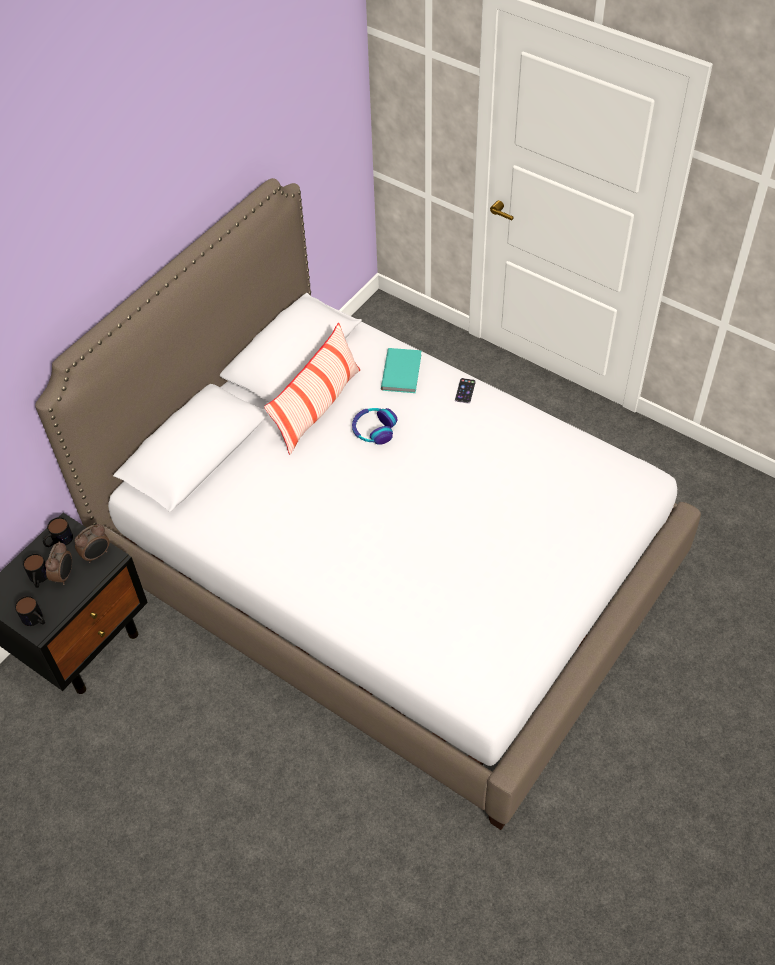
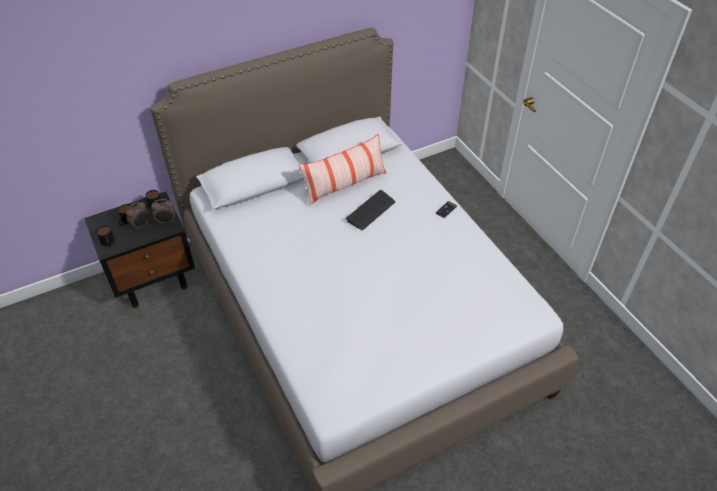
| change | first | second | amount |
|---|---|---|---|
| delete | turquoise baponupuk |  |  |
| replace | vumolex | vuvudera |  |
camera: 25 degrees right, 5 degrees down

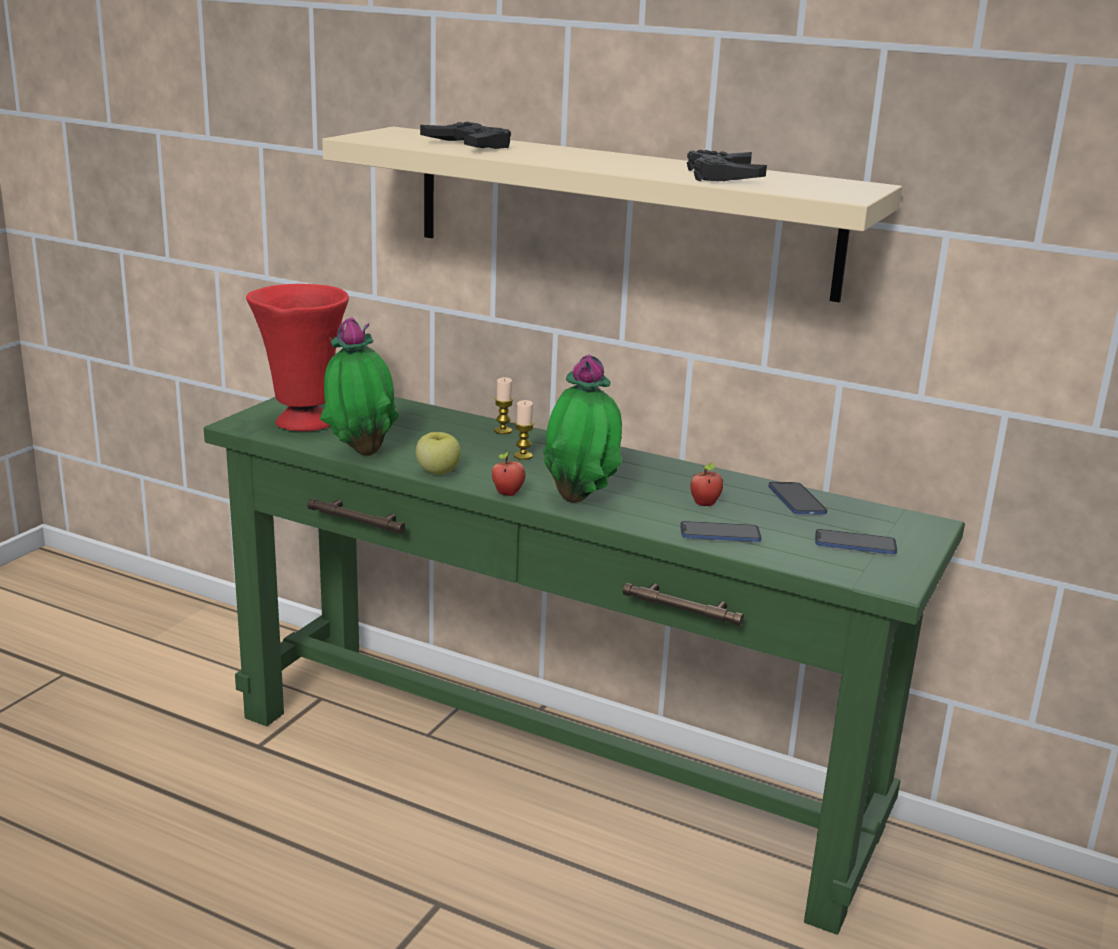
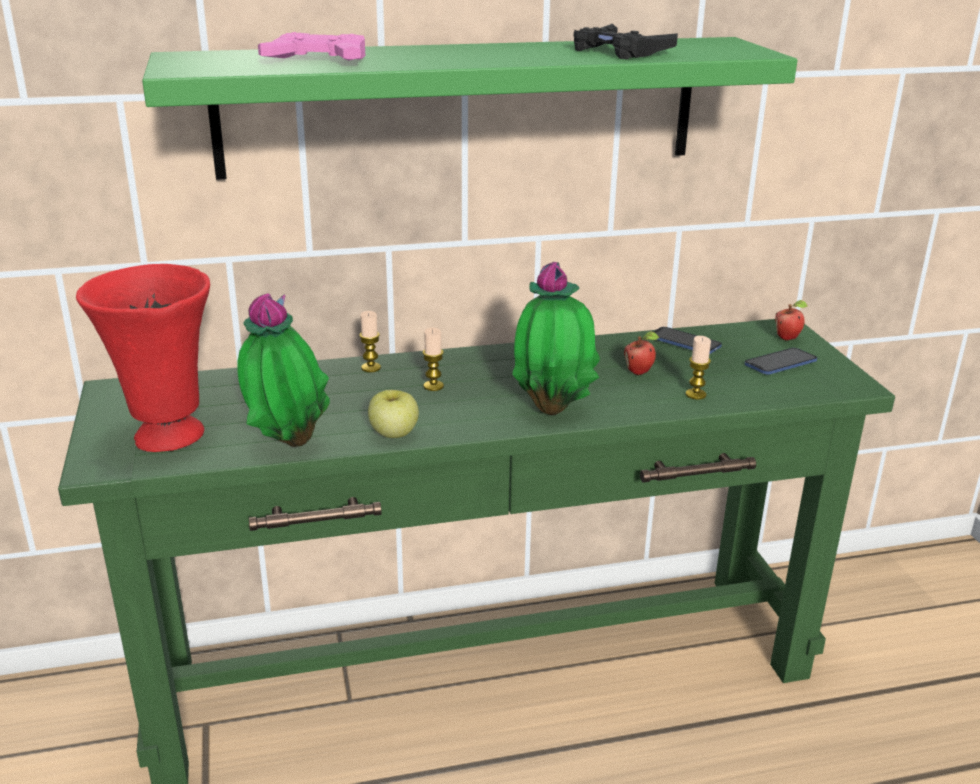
| change | first | second | amount |
|---|---|---|---|
| move | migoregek (2nd from left in the first image) | migoregek (3rd from left) |  |
| replace | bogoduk (1st from left) | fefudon (3rd from left) |  |
| recolor | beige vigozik | green vigozik |  |
| recolor | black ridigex (1st from left) | pink ridigex |  |
camera: 40 degrees left, 5 degrees up

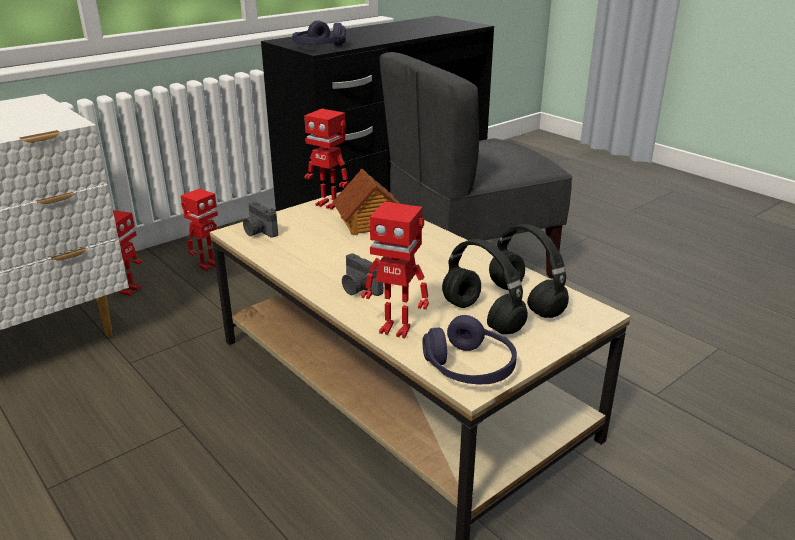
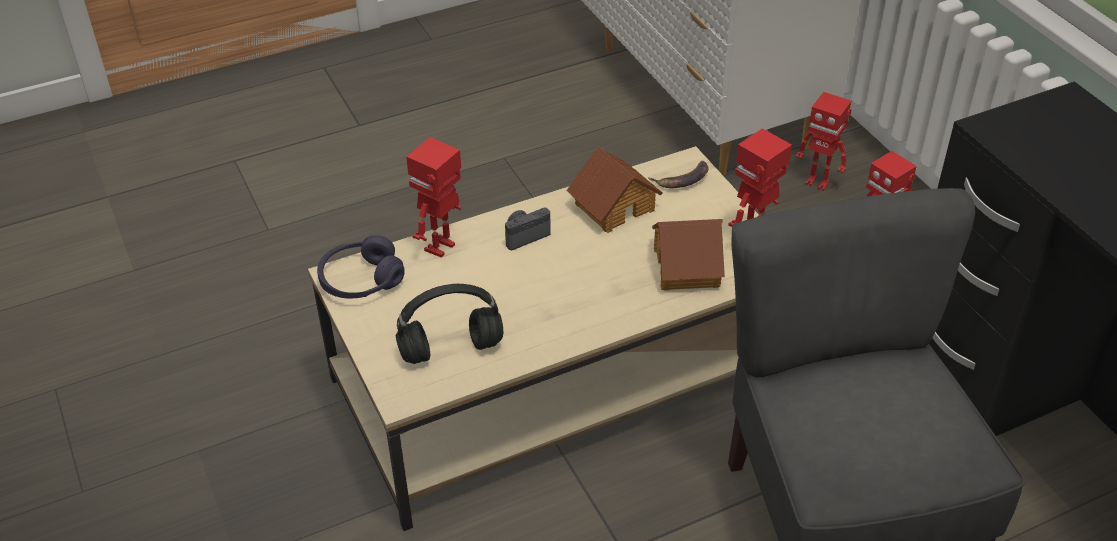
| change | first | second | amount |
|---|---|---|---|
| delete | purple vumolex (1st from left) |  |  |
| delete | black vumolex (1st from left) |  |  |
| insert |  | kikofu (1st from left) |  |
| replace | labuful (1st from left) | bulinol |  |
camera: 105 degrees right, 15 degrees up

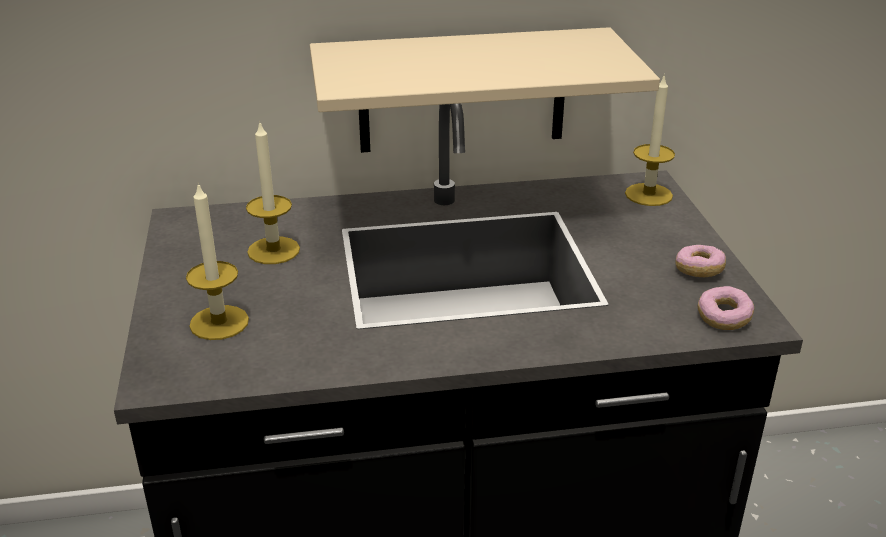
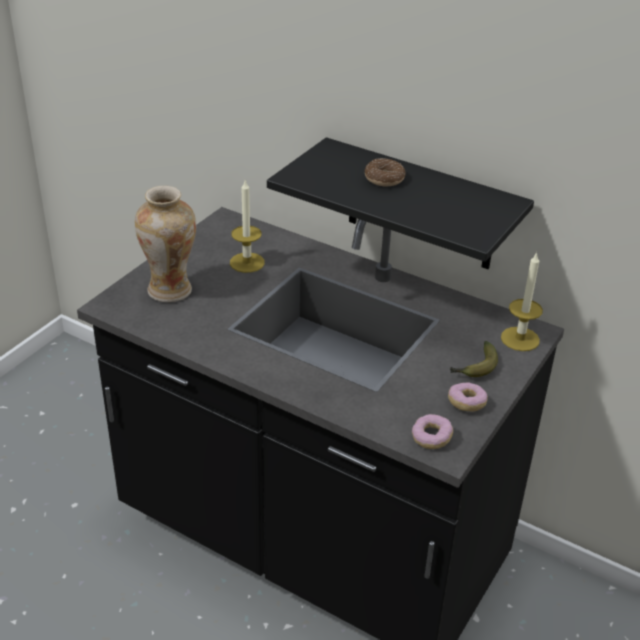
| change | first | second | amount |
|---|---|---|---|
| insert |  | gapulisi (1st from left) |  |
| insert |  | bulinol |  |
| replace | fefudon (1st from left) | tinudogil |  |
| recolor | beige vigozik | black vigozik |  |
camera: 40 degrees right, 5 degrees up

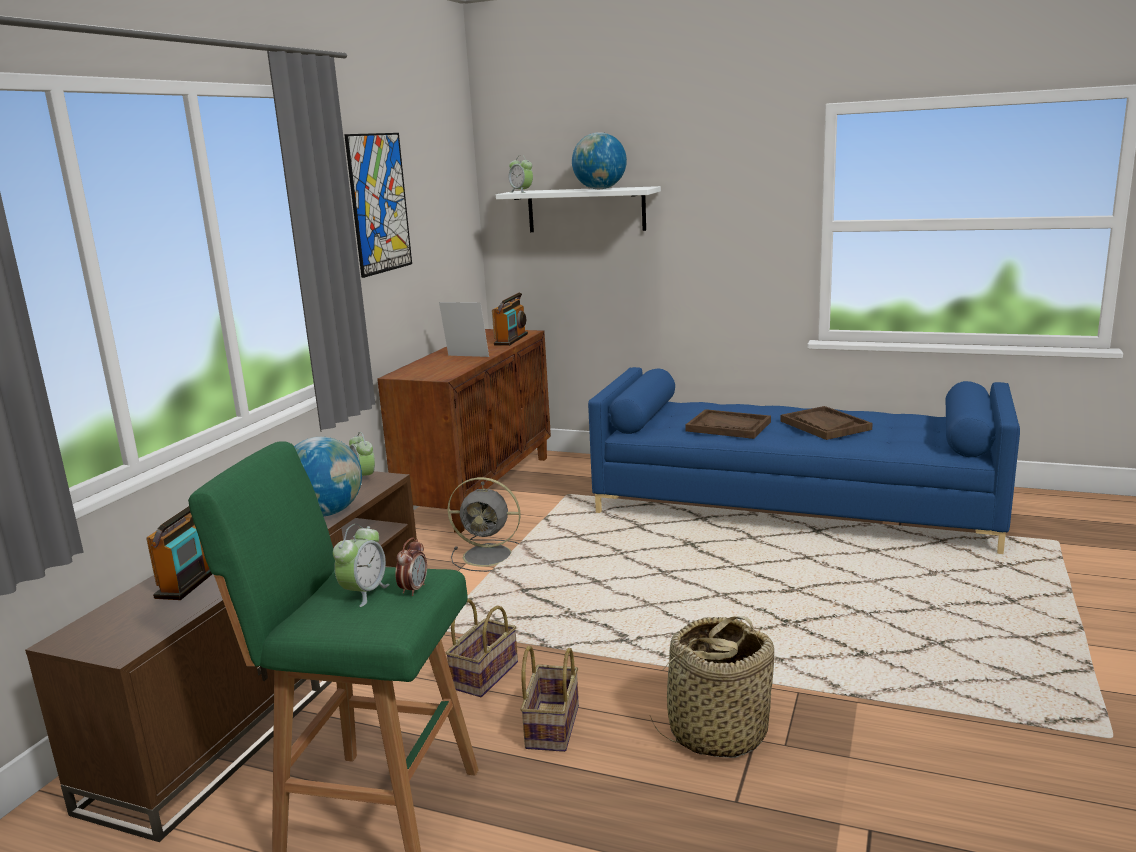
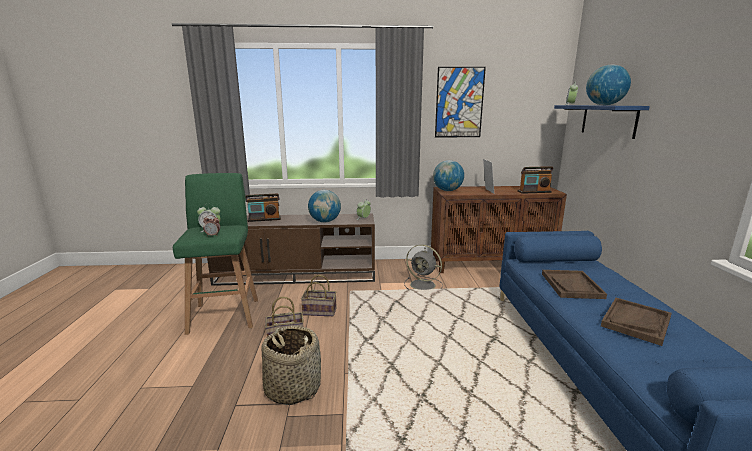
| change | first | second | amount |
|---|---|---|---|
| insert |  | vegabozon (2nd from left) |  |
| recolor | white vigozik | blue vigozik |  |
| rotate | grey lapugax |  | 45 degrees counterclockwise |
camera: 65 degrees right, 0 degrees up

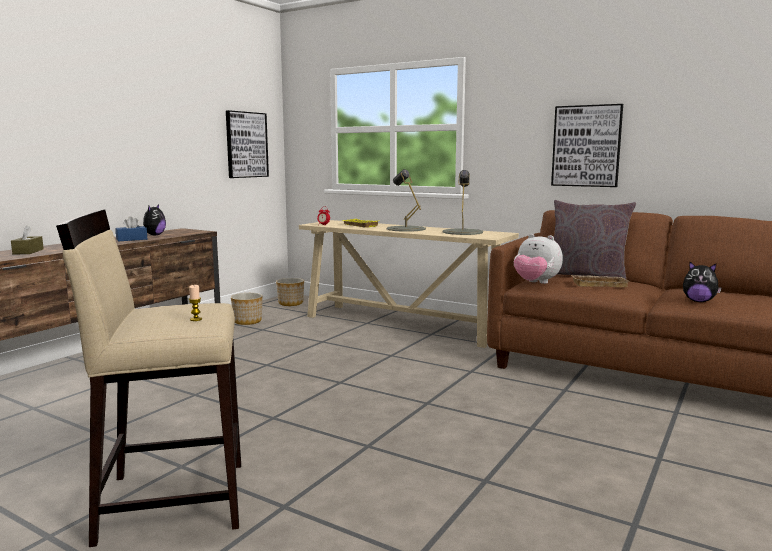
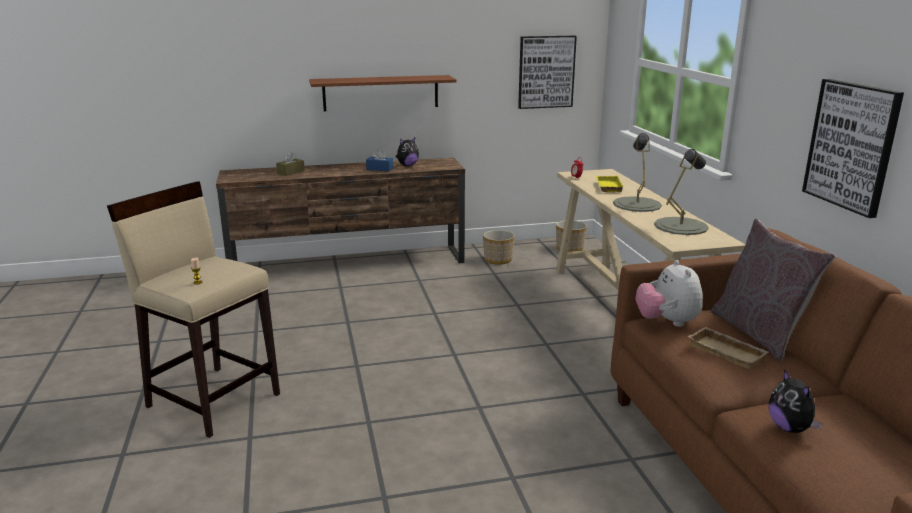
| change | first | second | amount |
|---|---|---|---|
| insert |  | brown vigozik |  |
camera: 45 degrees right, 10 degrees up

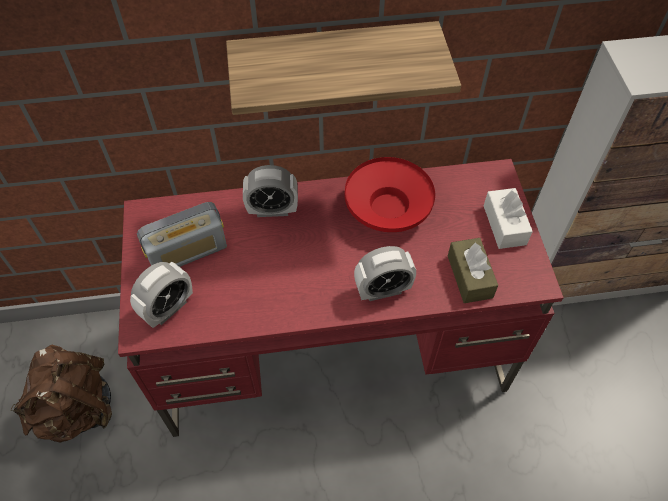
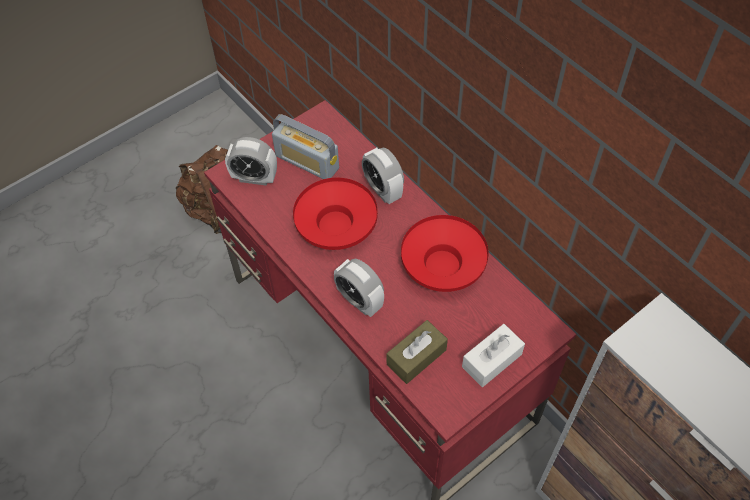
| change | first | second | amount |
|---|---|---|---|
| delete | vigozik |  |  |
| insert |  | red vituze (1st from left) |  |
camera: 60 degrees right, 0 degrees up

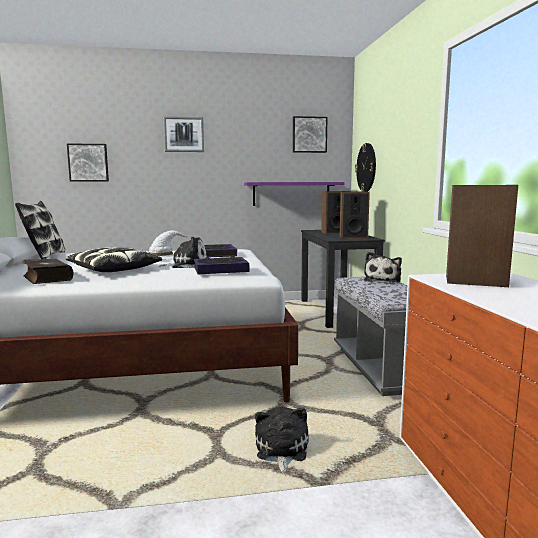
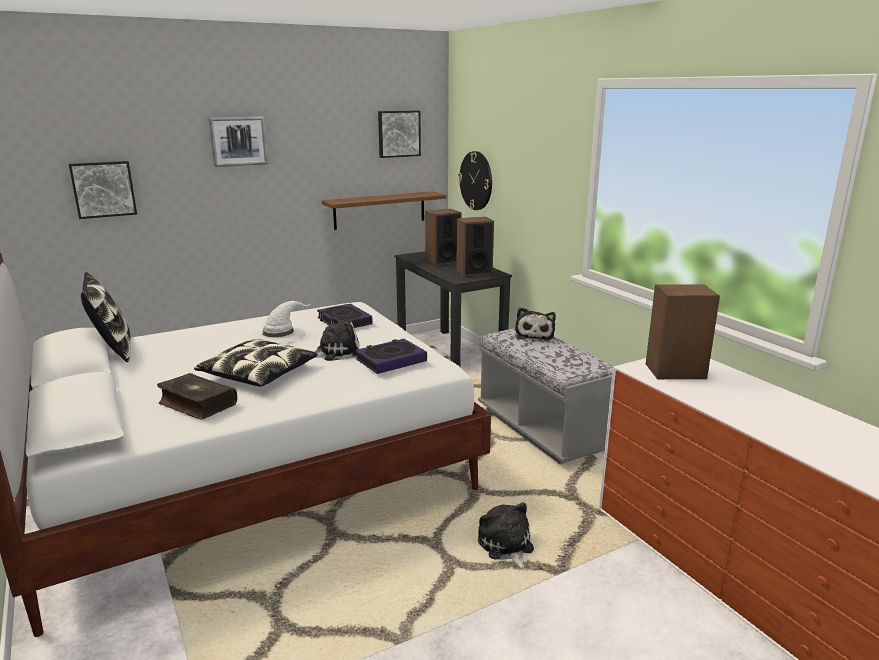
| change | first | second | amount |
|---|---|---|---|
| recolor | purple vigozik | brown vigozik |  |
camera: 20 degrees left, 10 degrees up

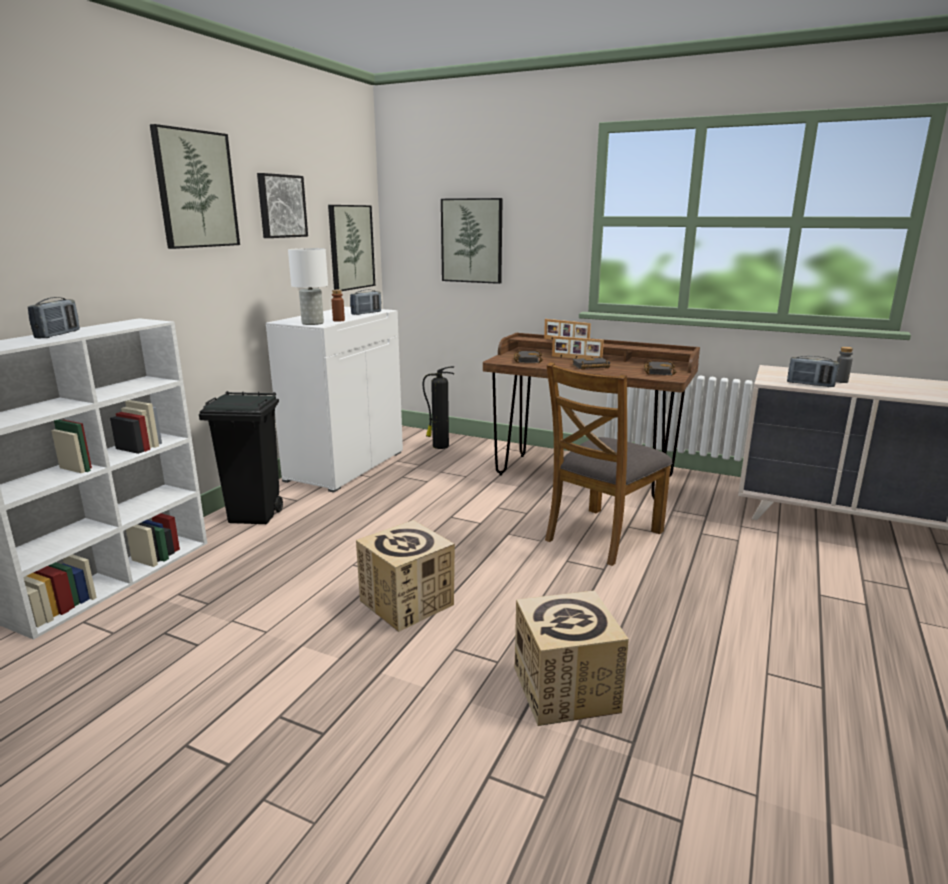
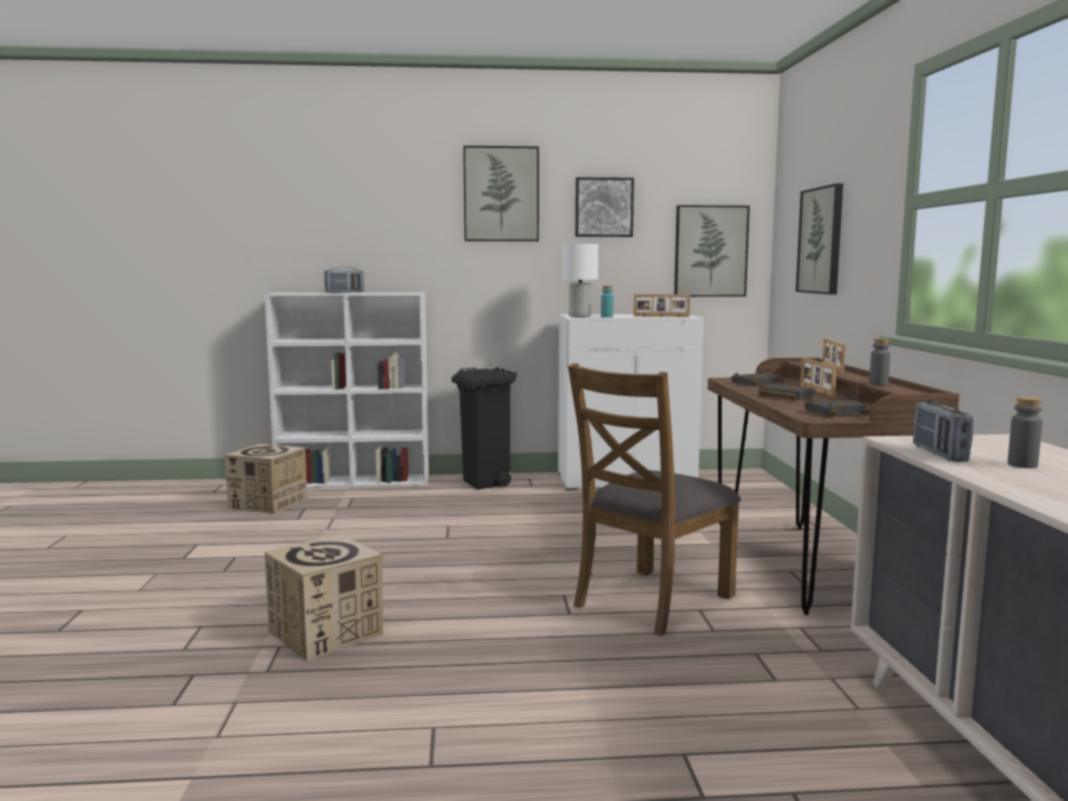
| change | first | second | amount |
|---|---|---|---|
| delete | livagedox |  |  |
| insert |  | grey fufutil (1st from left) |  |
| move | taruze (1st from left) |  |  |
| replace | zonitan (2nd from left) | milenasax (1st from left) |  |
| recolor | brown fufutil | turquoise fufutil |  |
| rotate | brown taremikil |  | 60 degrees counterclockwise |
camera: 60 degrees right, 10 degrees down

